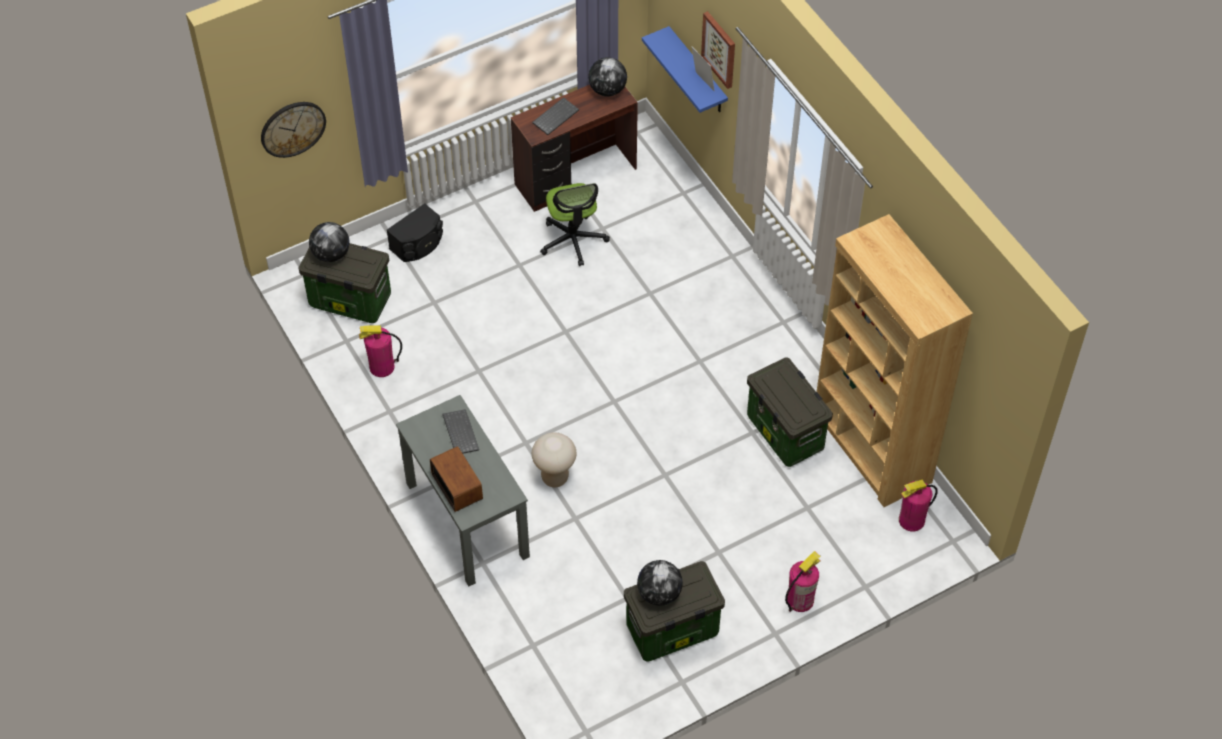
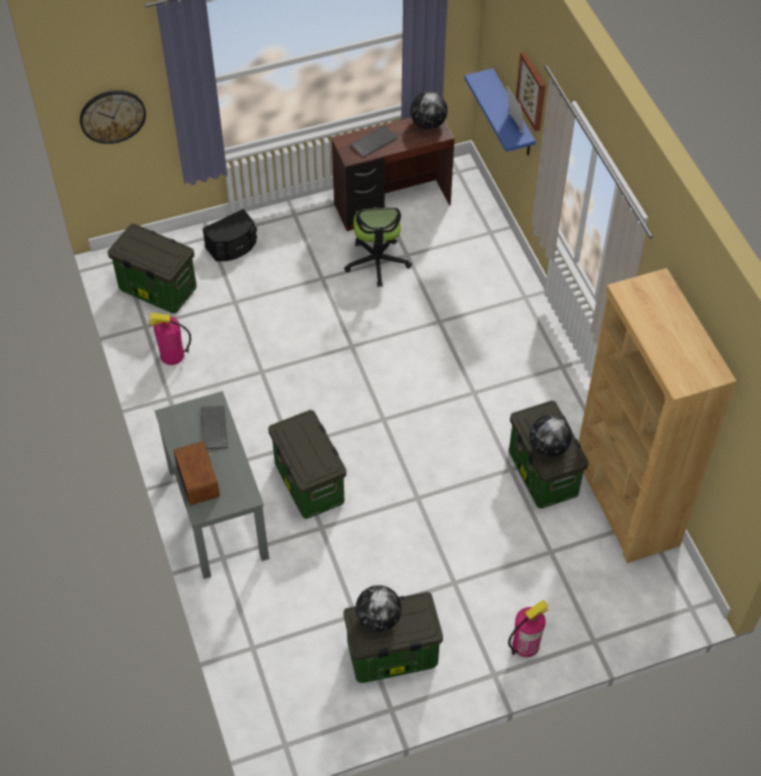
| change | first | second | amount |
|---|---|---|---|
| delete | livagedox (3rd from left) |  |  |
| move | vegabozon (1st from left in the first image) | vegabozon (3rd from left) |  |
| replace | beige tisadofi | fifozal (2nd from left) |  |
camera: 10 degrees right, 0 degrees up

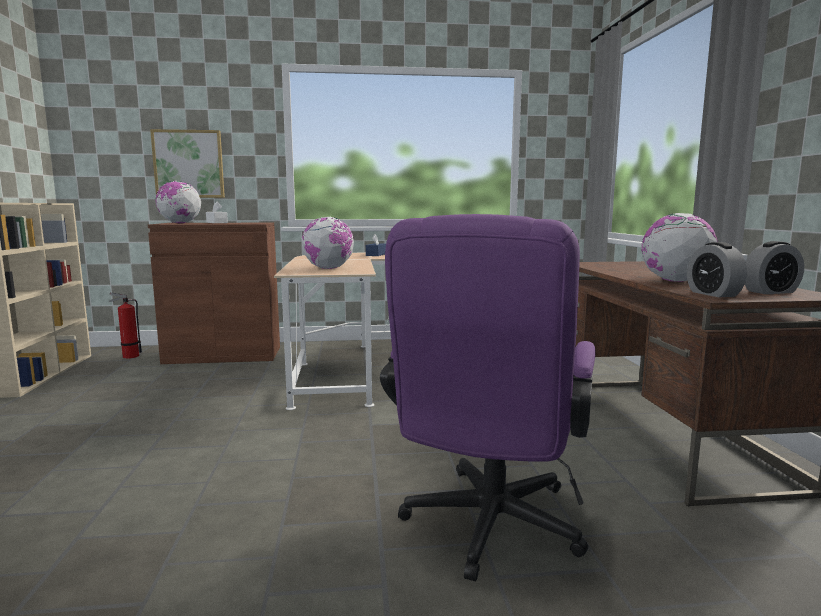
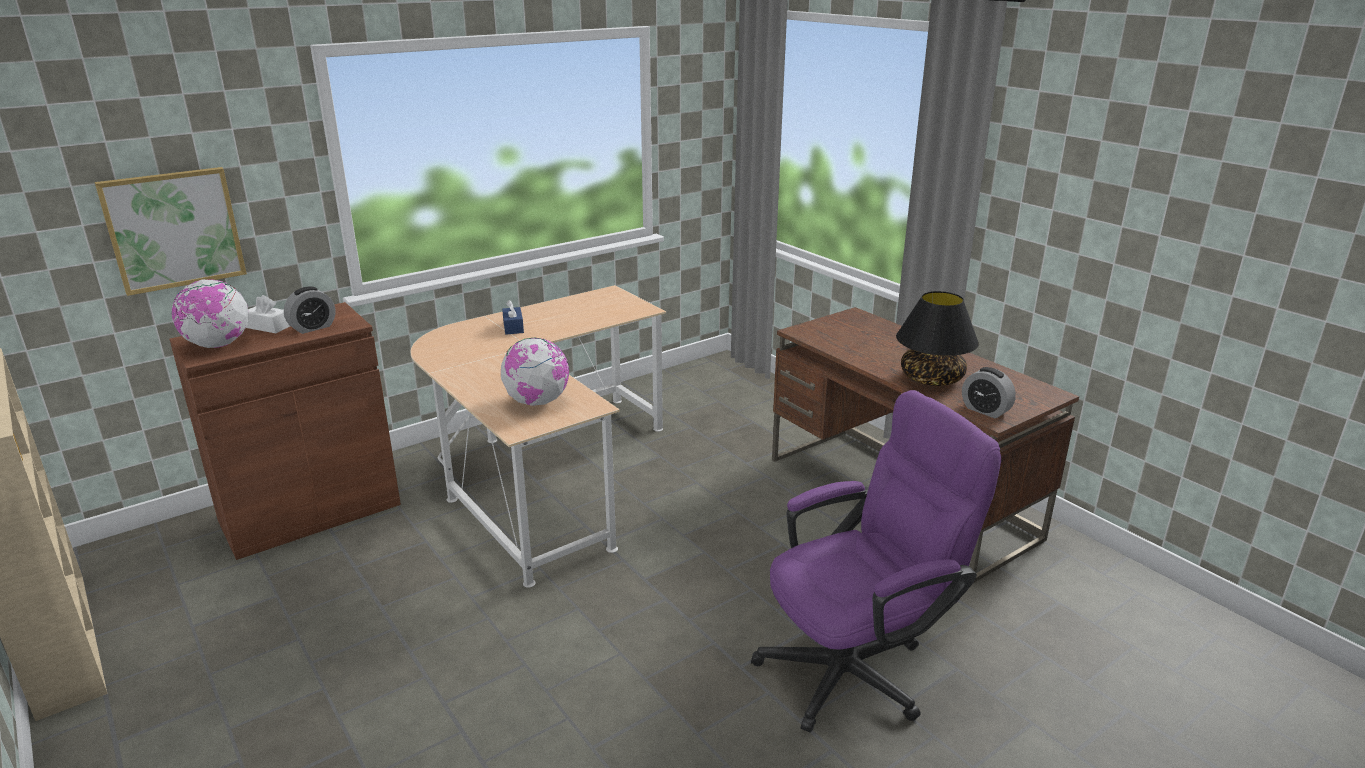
| change | first | second | amount |
|---|---|---|---|
| delete | livagedox |  |  |
| move | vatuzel (2nd from left in the first image) | vatuzel (1st from left) |  |
| replace | vegabozon (3rd from left) | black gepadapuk |  |
| rotate | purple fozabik |  | 105 degrees counterclockwise |
camera: 30 degrees left, 15 degrees up

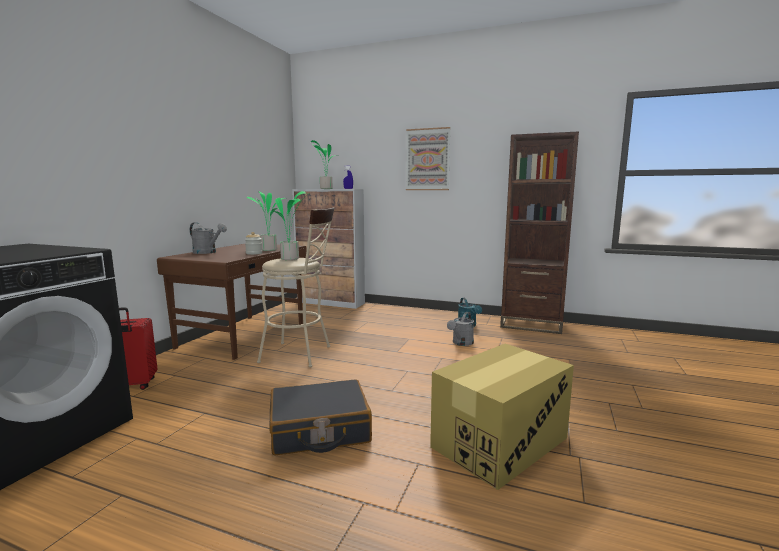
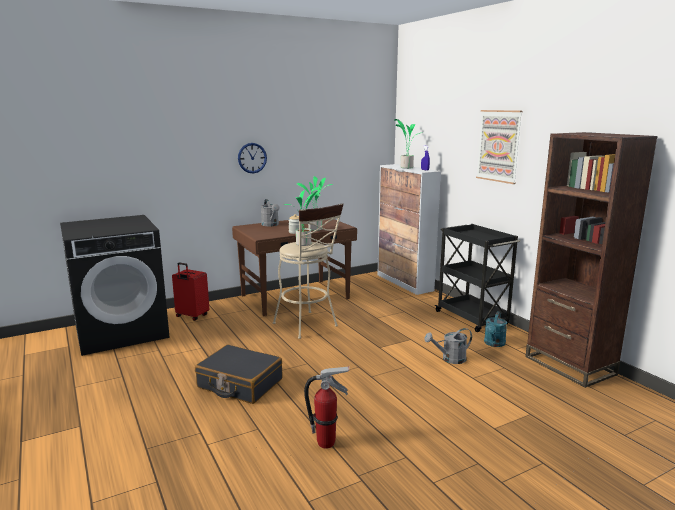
| change | first | second | amount |
|---|---|---|---|
| insert |  | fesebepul |  |
| insert |  | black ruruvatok |  |
| replace | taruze | livagedox |  |
camera: 40 degrees right, 5 degrees up

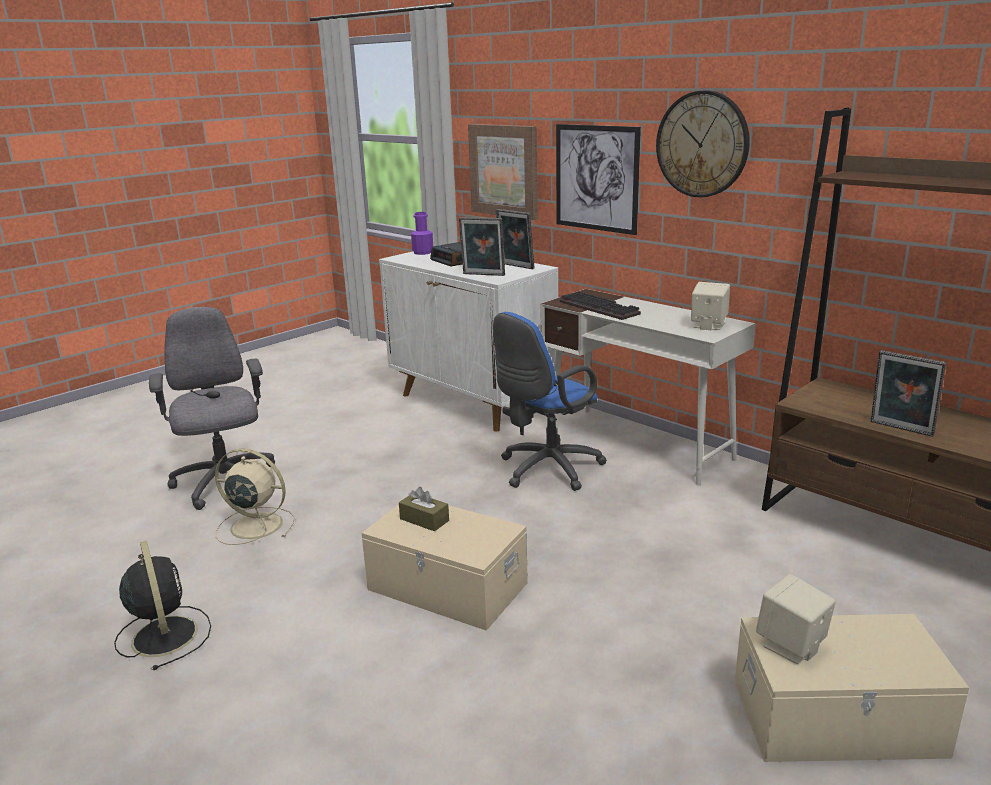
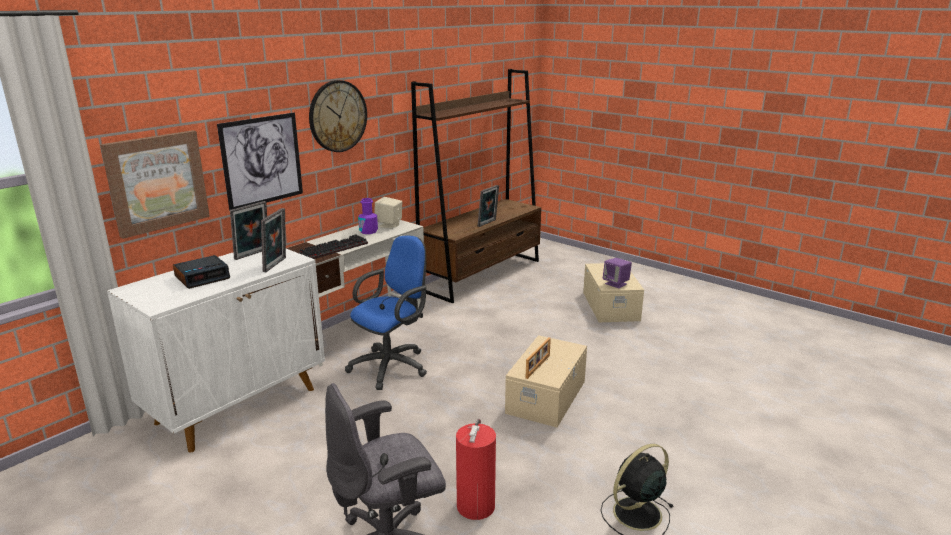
| change | first | second | amount |
|---|---|---|---|
| move | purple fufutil |  |  |
| replace | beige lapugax | livagedox |  |
| replace | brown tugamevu | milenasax (4th from left) |  |
| recolor | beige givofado (2nd from left) | purple givofado |  |
| rotate | blue fozabik |  | 90 degrees counterclockwise |
camera: 95 degrees left, 0 degrees up

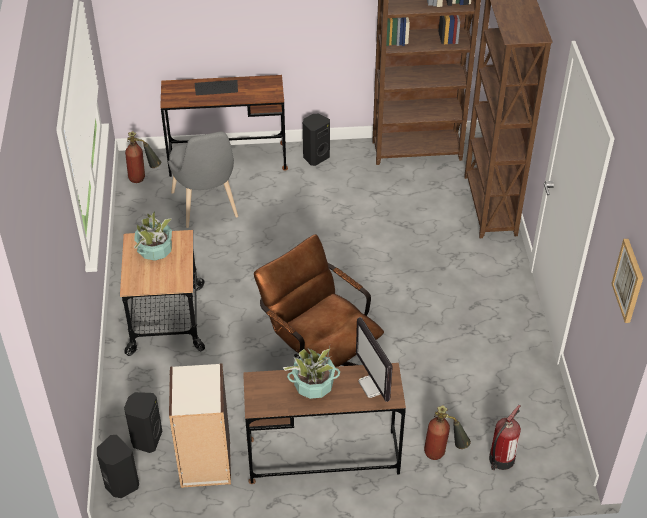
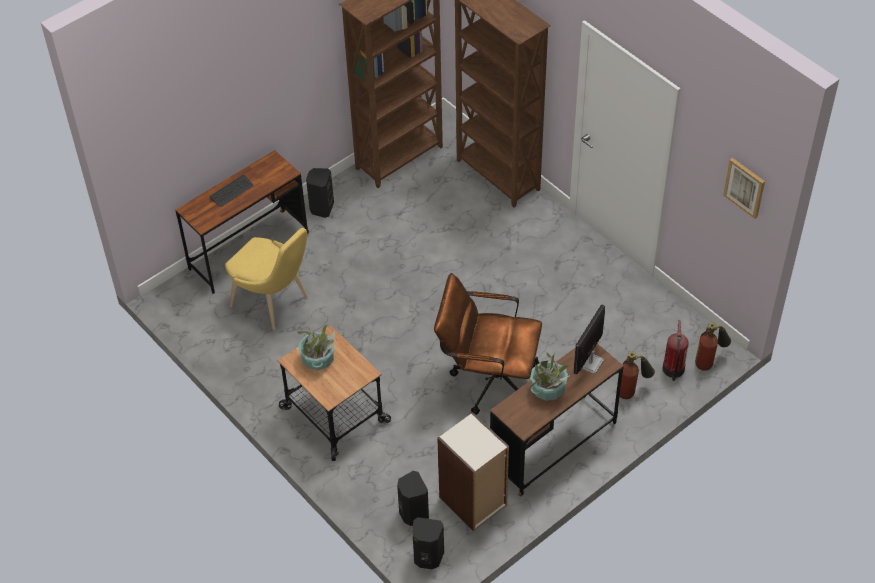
| change | first | second | amount |
|---|---|---|---|
| move | livagedox (1st from left in the first image) | livagedox (3rd from left) |  |
| recolor | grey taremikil | yellow taremikil |  |
| rotate | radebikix |  | 90 degrees clockwise |
camera: 35 degrees left, 5 degrees up

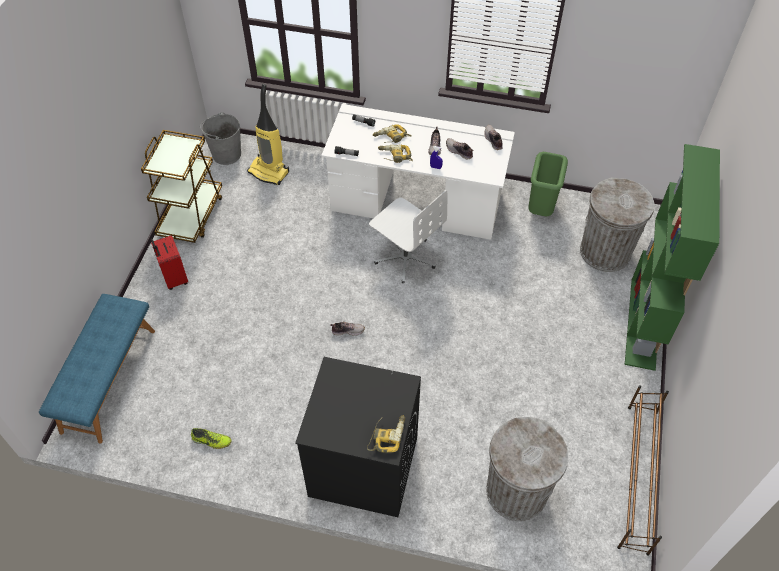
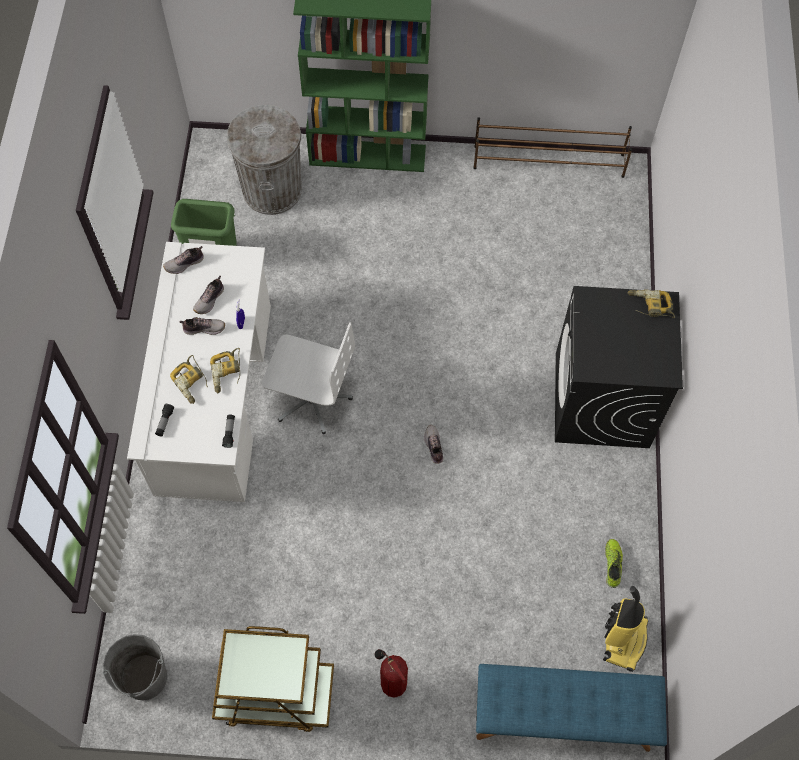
| change | first | second | amount |
|---|---|---|---|
| delete | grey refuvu (1st from left) |  |  |
| move | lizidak |  |  |
| replace | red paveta | livagedox |  |
| rotate | white fozabik |  | 75 degrees clockwise |
camera: 100 degrees left, 10 degrees up

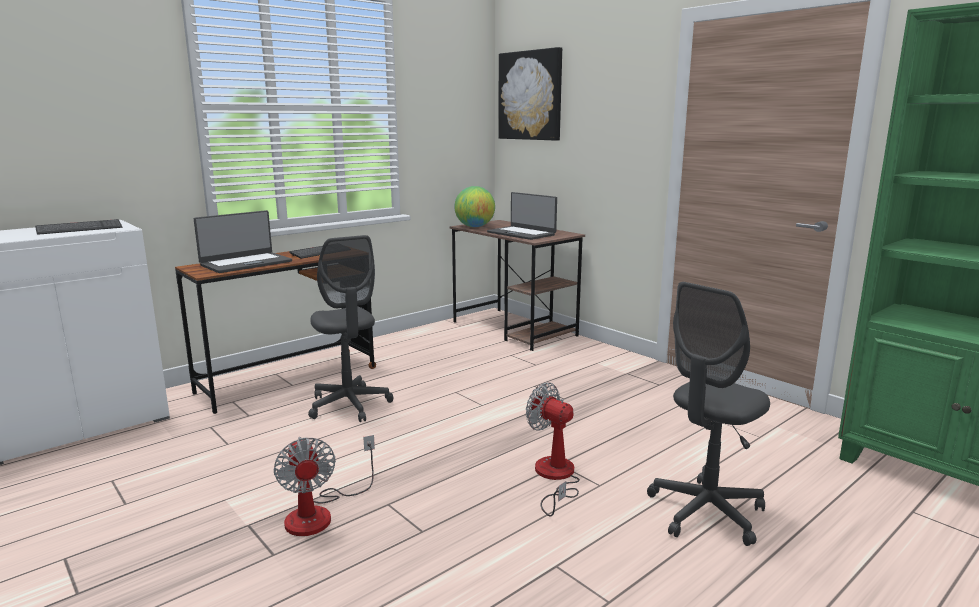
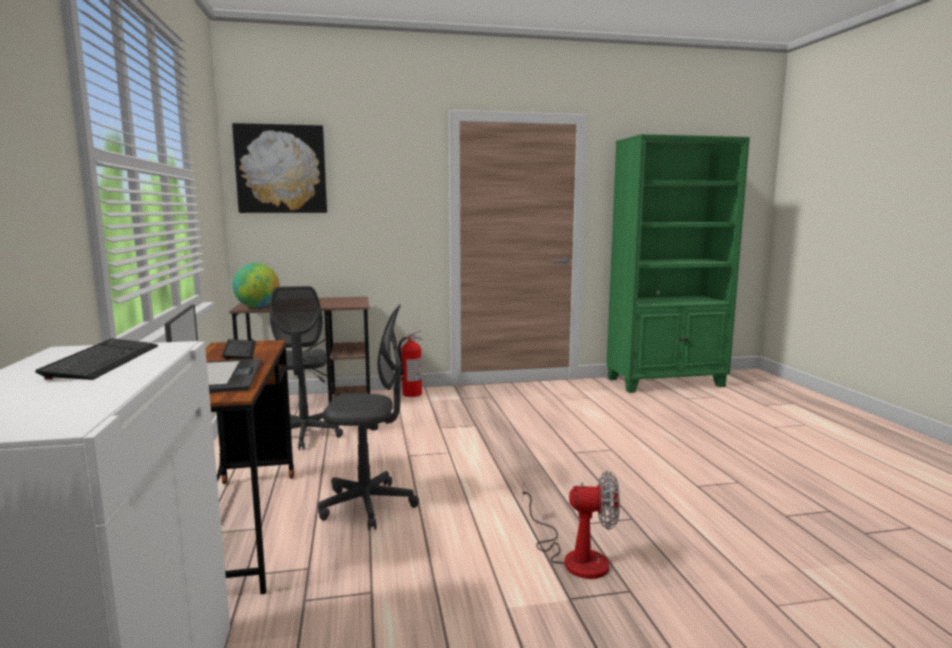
| change | first | second | amount |
|---|---|---|---|
| delete | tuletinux (2nd from left) |  |  |
| delete | lapugax (2nd from left) |  |  |
| insert |  | livagedox |  |
| move | grey fozabik (2nd from left in the first image) | grey fozabik (1st from left) |  |
camera: 60 degrees left, 5 degrees down

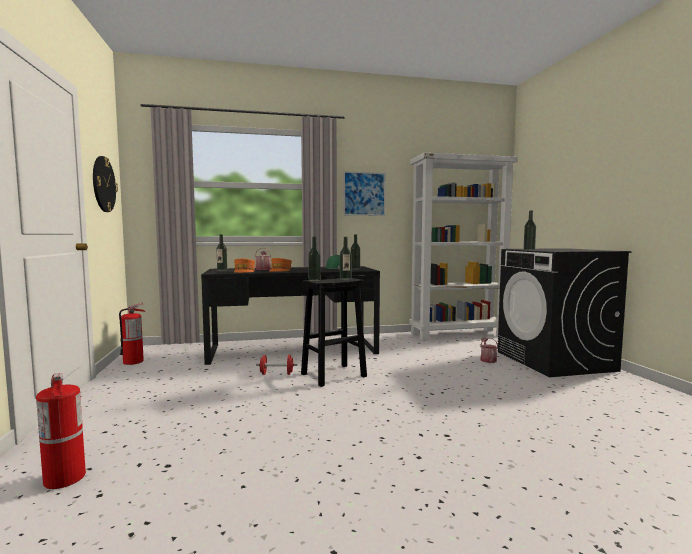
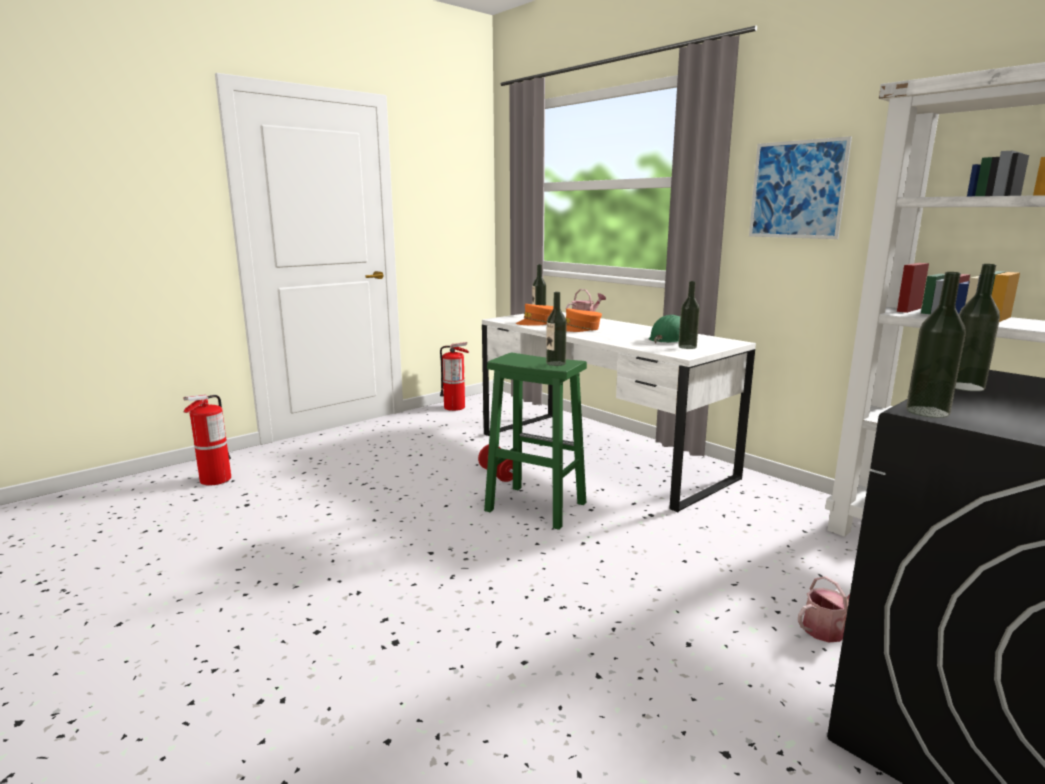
| change | first | second | amount |
|---|---|---|---|
| delete | fesebepul |  |  |
| move | fufutil (2nd from left in the first image) | fufutil (4th from left) |  |
| recolor | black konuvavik | white konuvavik |  |
| recolor | black tisadofi | green tisadofi |  |
camera: 60 degrees right, 10 degrees up

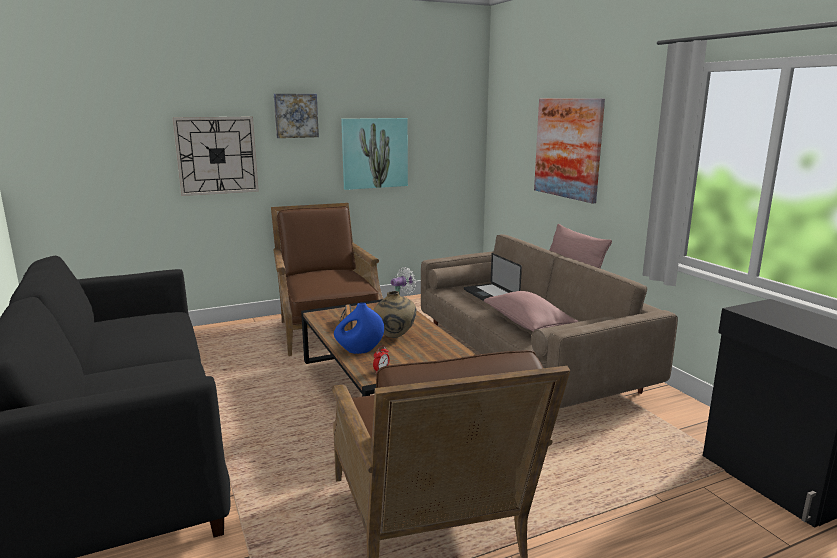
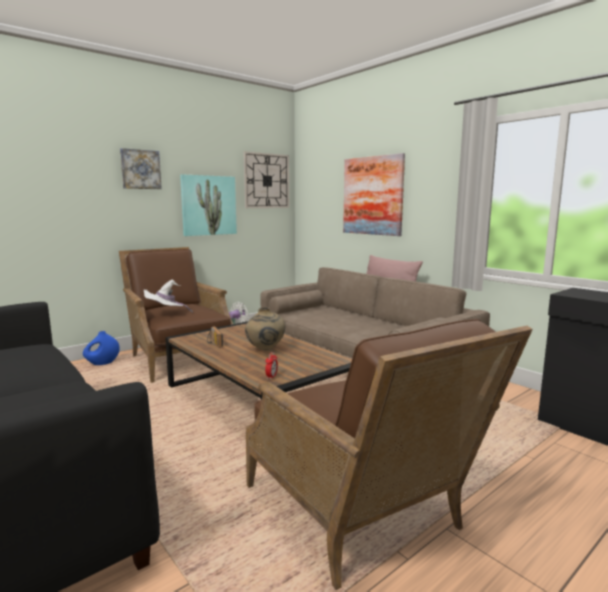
| change | first | second | amount |
|---|---|---|---|
| delete | tuletinux |  |  |
| delete | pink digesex (1st from left) |  |  |
| insert |  | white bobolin |  |
| move | fesebepul |  |  |
| move | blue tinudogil |  |  |
camera: 15 degrees left, 5 degrees down

